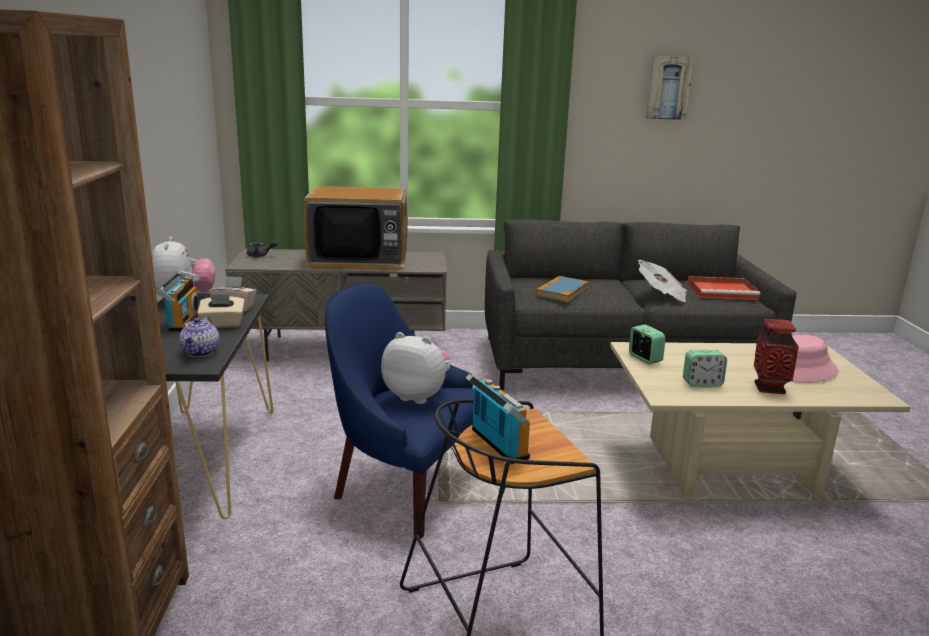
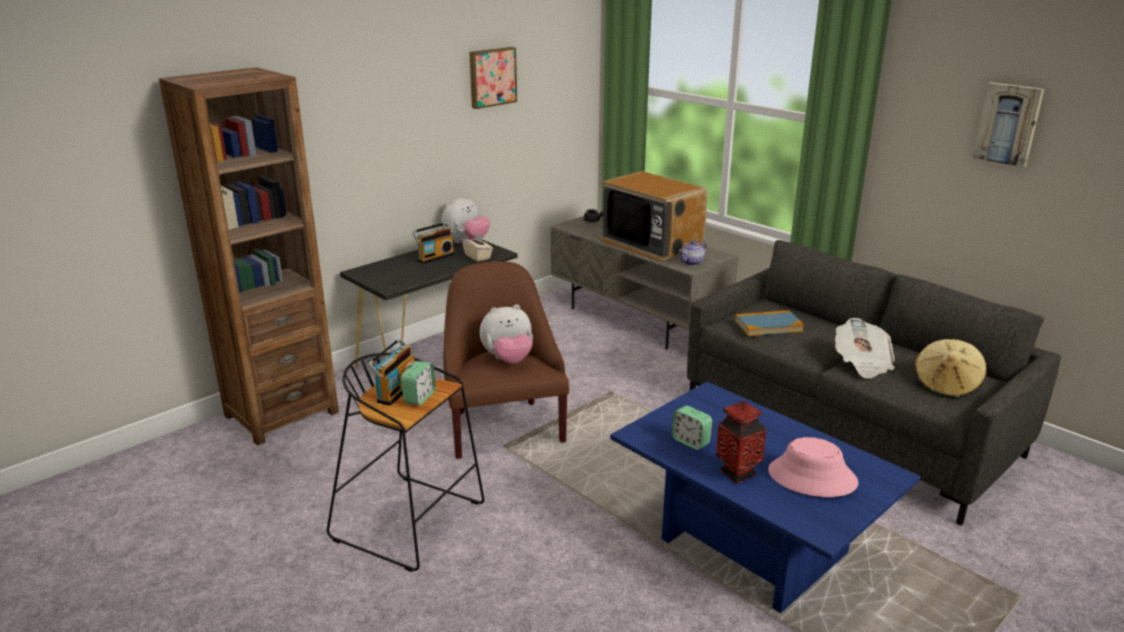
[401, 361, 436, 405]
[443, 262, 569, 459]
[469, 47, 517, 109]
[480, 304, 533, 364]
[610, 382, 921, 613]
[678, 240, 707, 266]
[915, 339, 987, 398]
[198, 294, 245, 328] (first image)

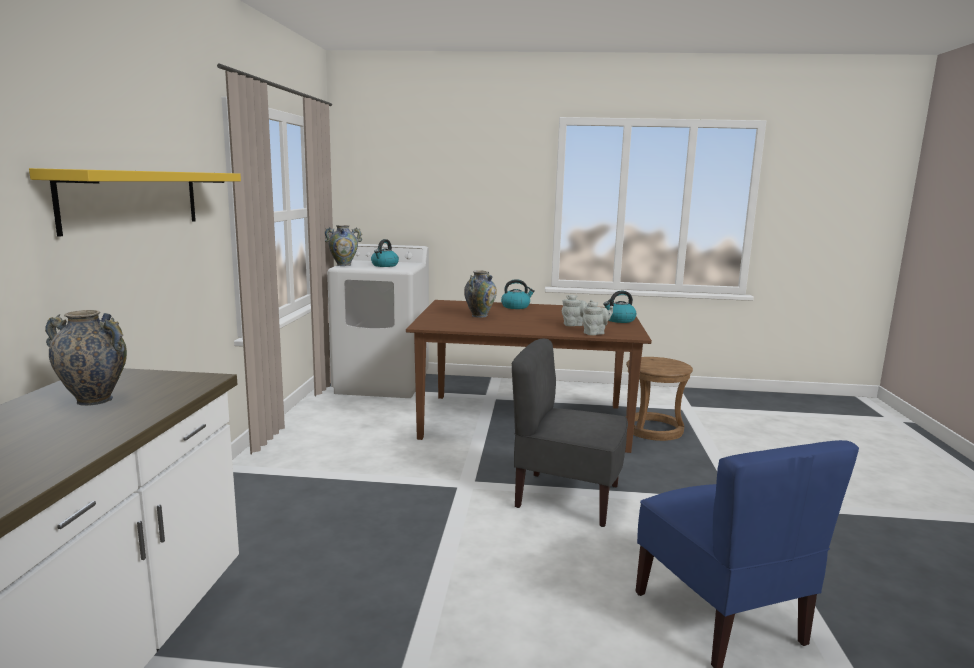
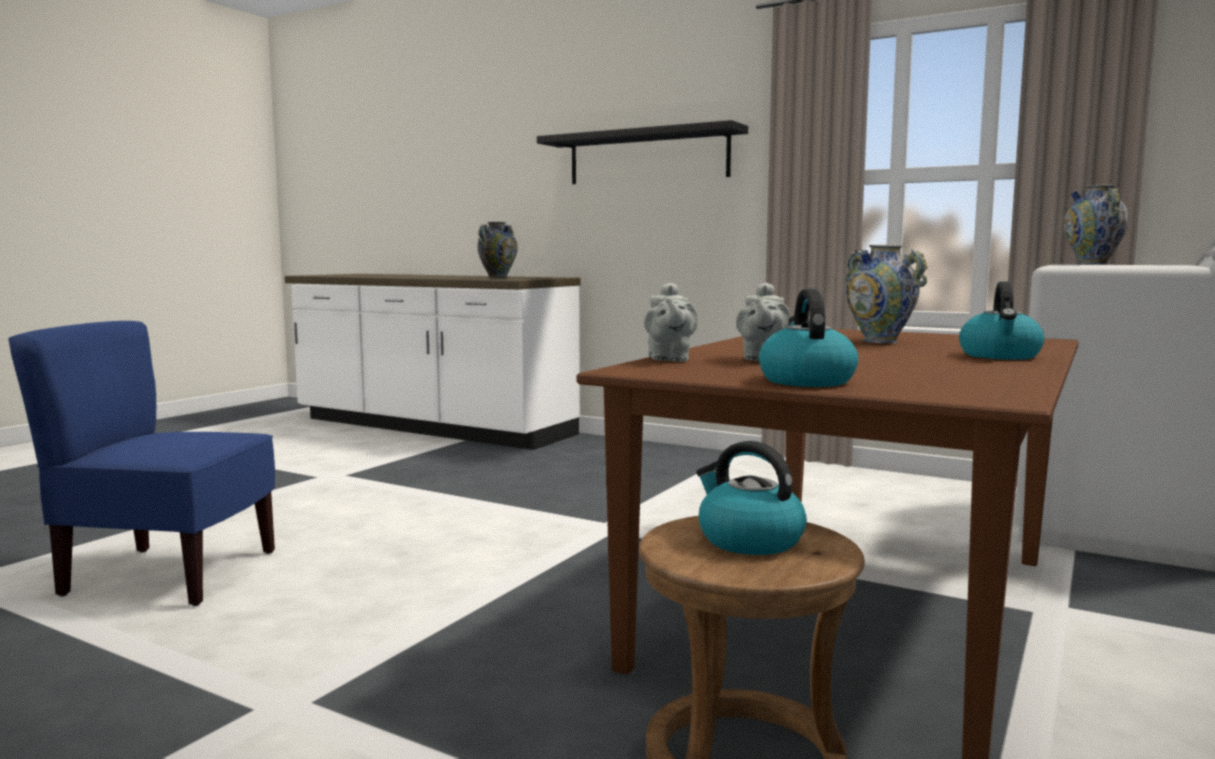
[537, 120, 748, 184]
[696, 441, 807, 555]
[512, 339, 628, 527] (first image)

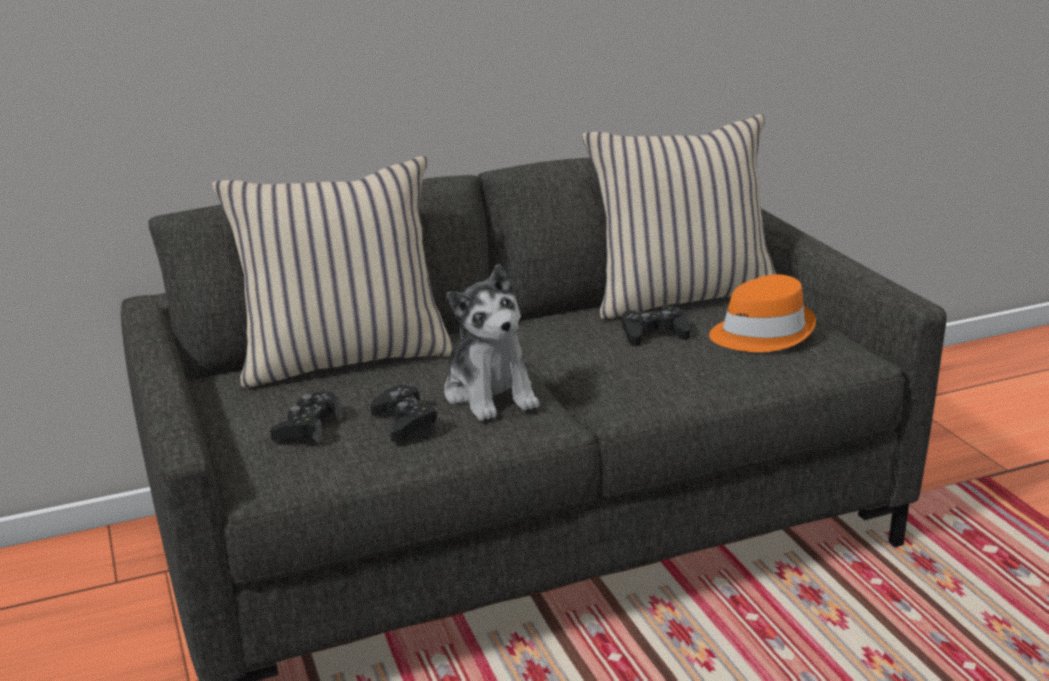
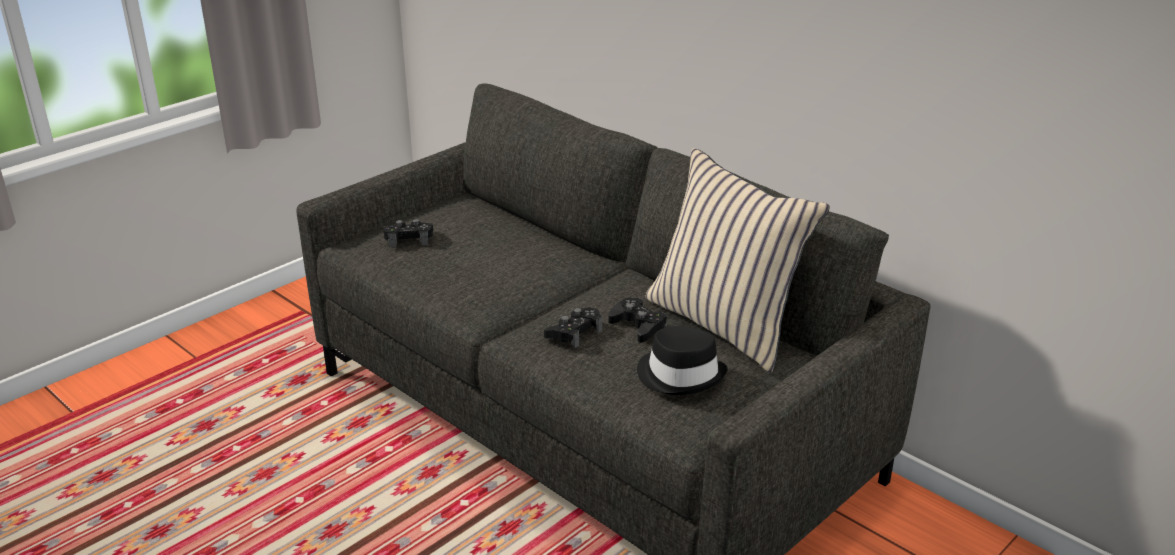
[544, 307, 603, 348]
[637, 326, 728, 395]
[212, 156, 453, 387] (first image)
[444, 264, 540, 421] (first image)

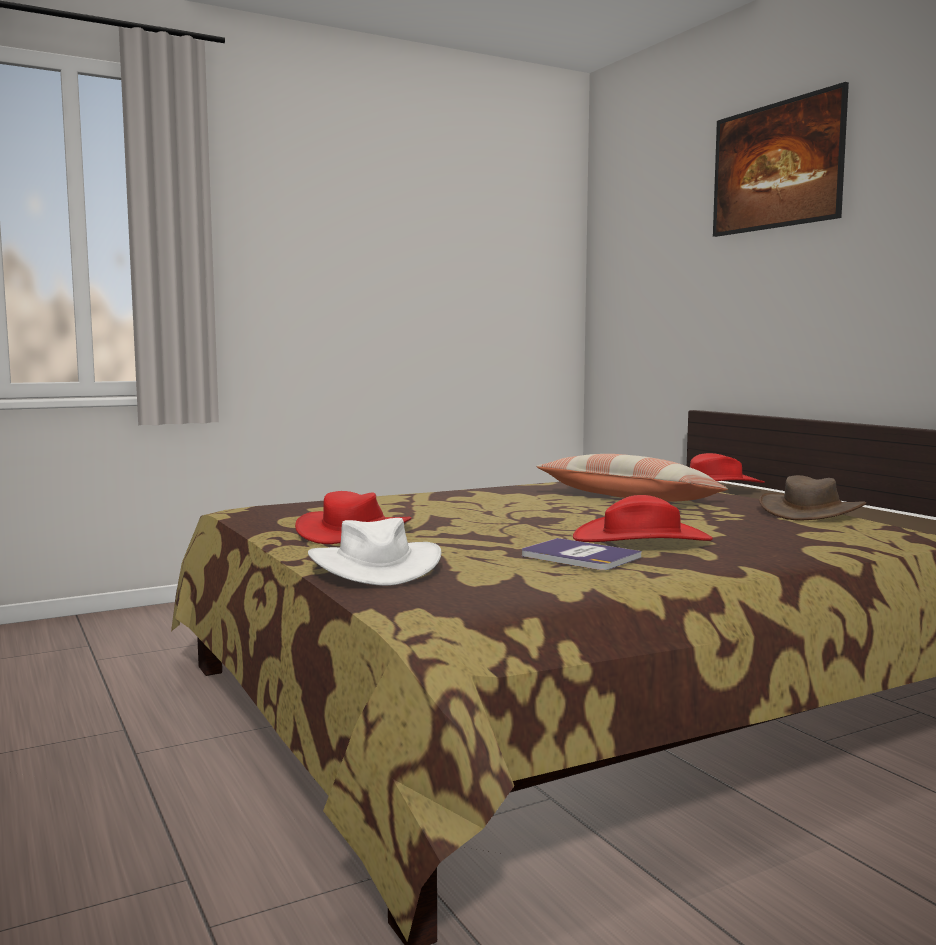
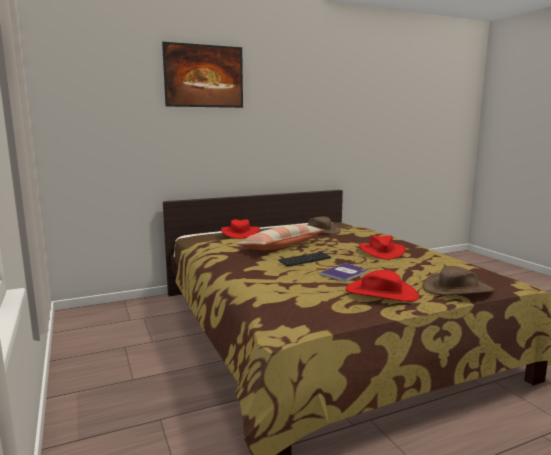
[279, 252, 331, 267]
[320, 263, 368, 281]
[422, 266, 495, 295]

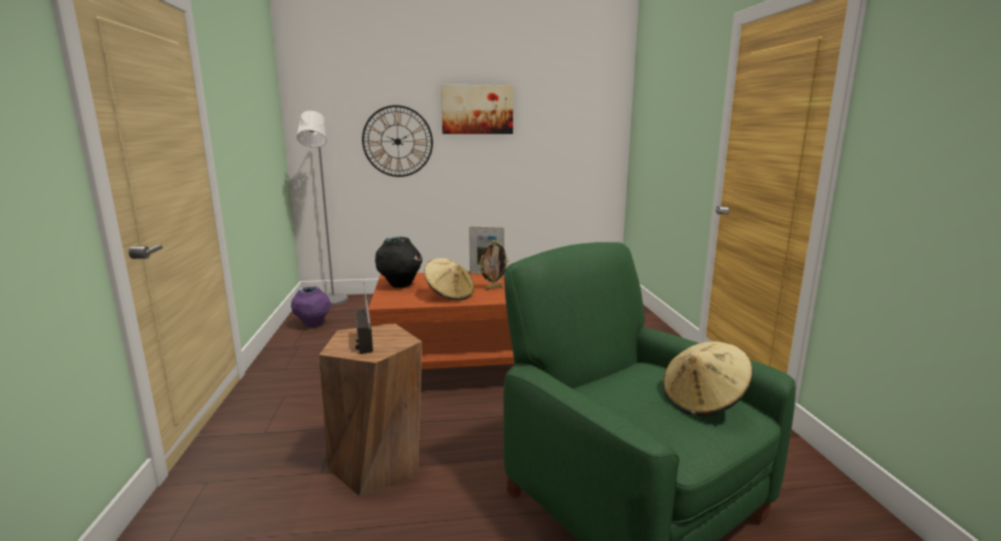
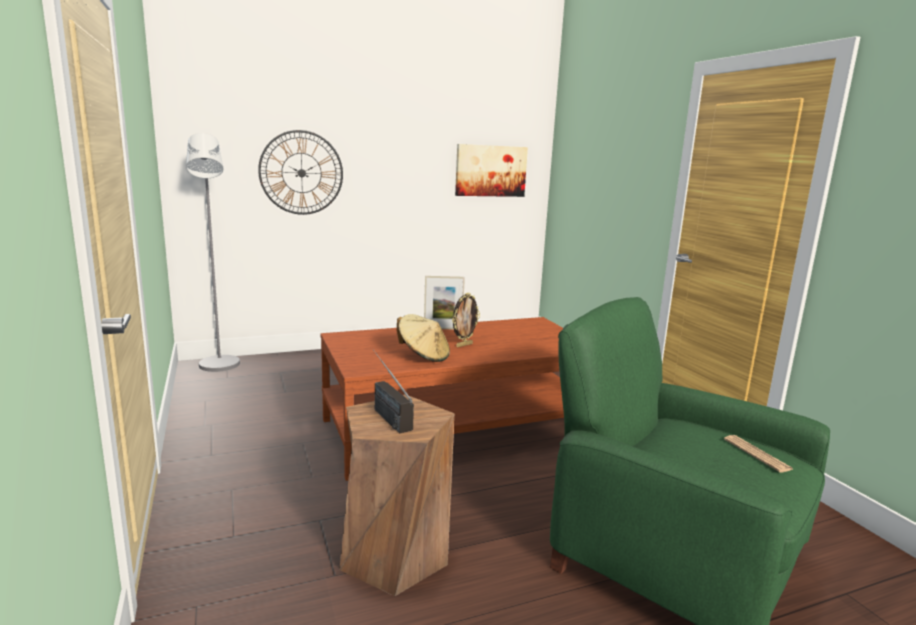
[455, 144, 528, 197]
[724, 435, 794, 473]
[291, 286, 331, 327] (first image)
[375, 236, 422, 288] (first image)

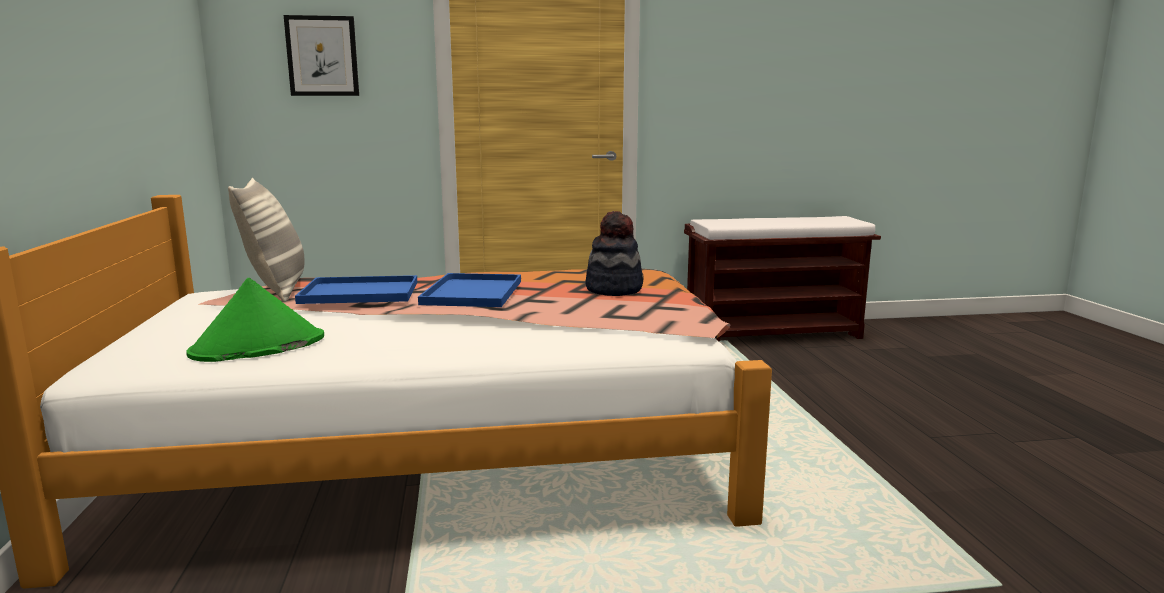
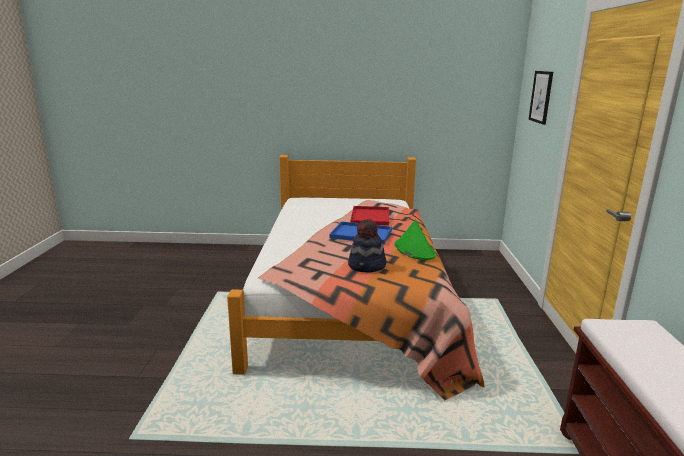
[350, 206, 389, 226]
[394, 219, 436, 260]
[228, 178, 304, 302] (first image)

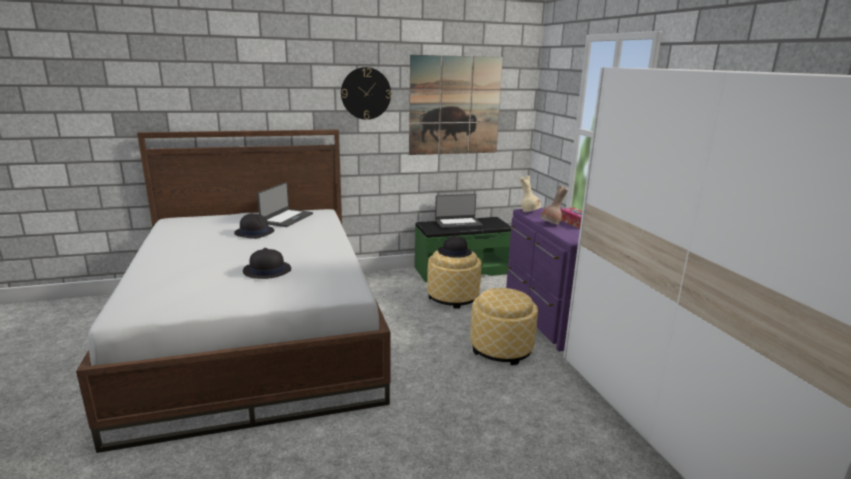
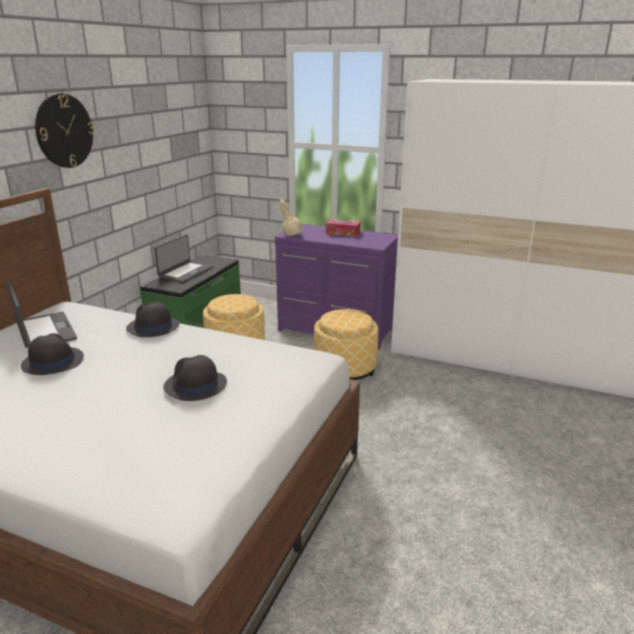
[126, 302, 179, 337]
[409, 55, 503, 155] (first image)
[540, 186, 568, 225] (first image)

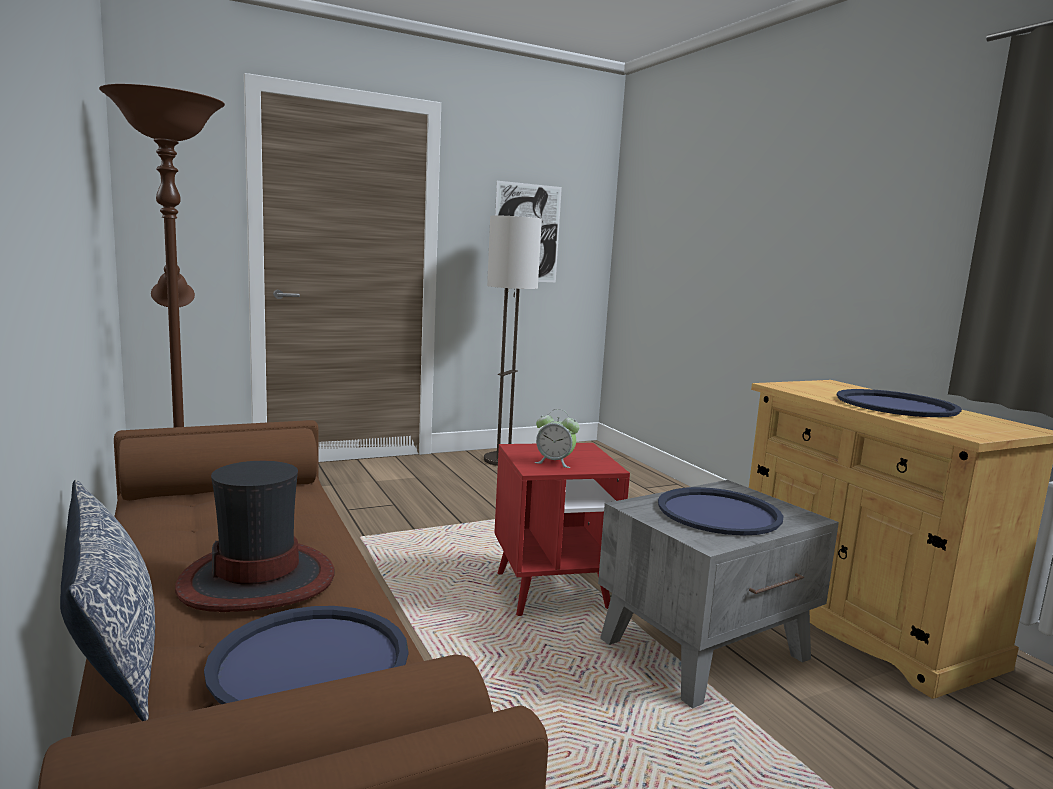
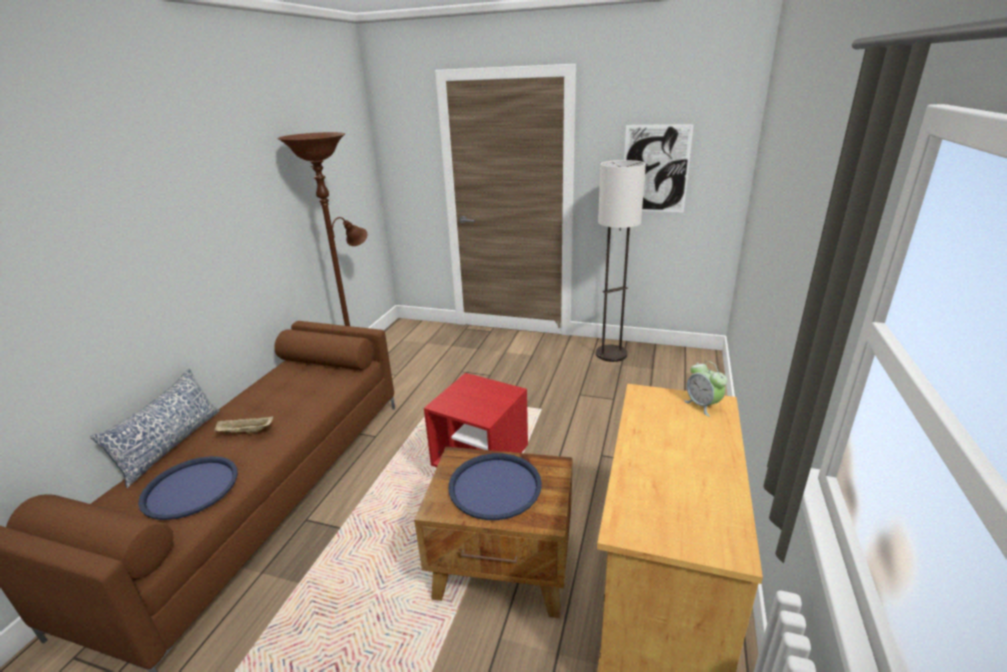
[214, 416, 273, 434]
[414, 447, 573, 618]
[684, 361, 727, 417]
[837, 389, 962, 417] (first image)

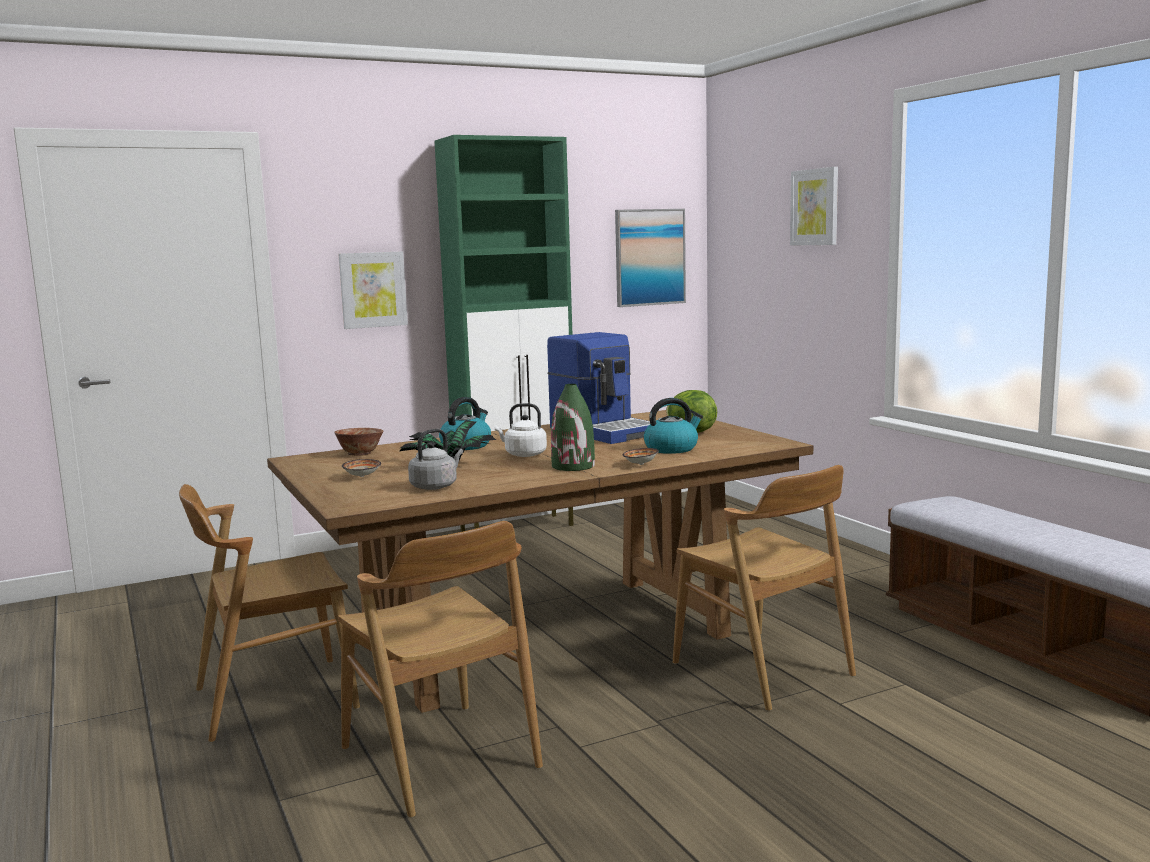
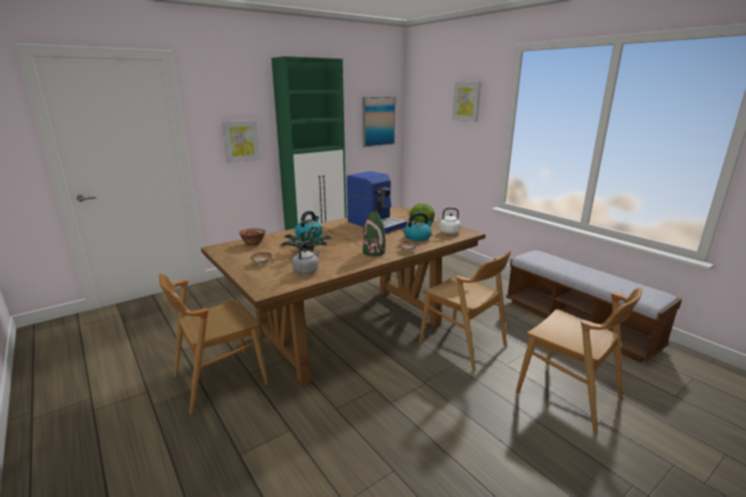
[434, 208, 461, 234]
[516, 288, 642, 434]

